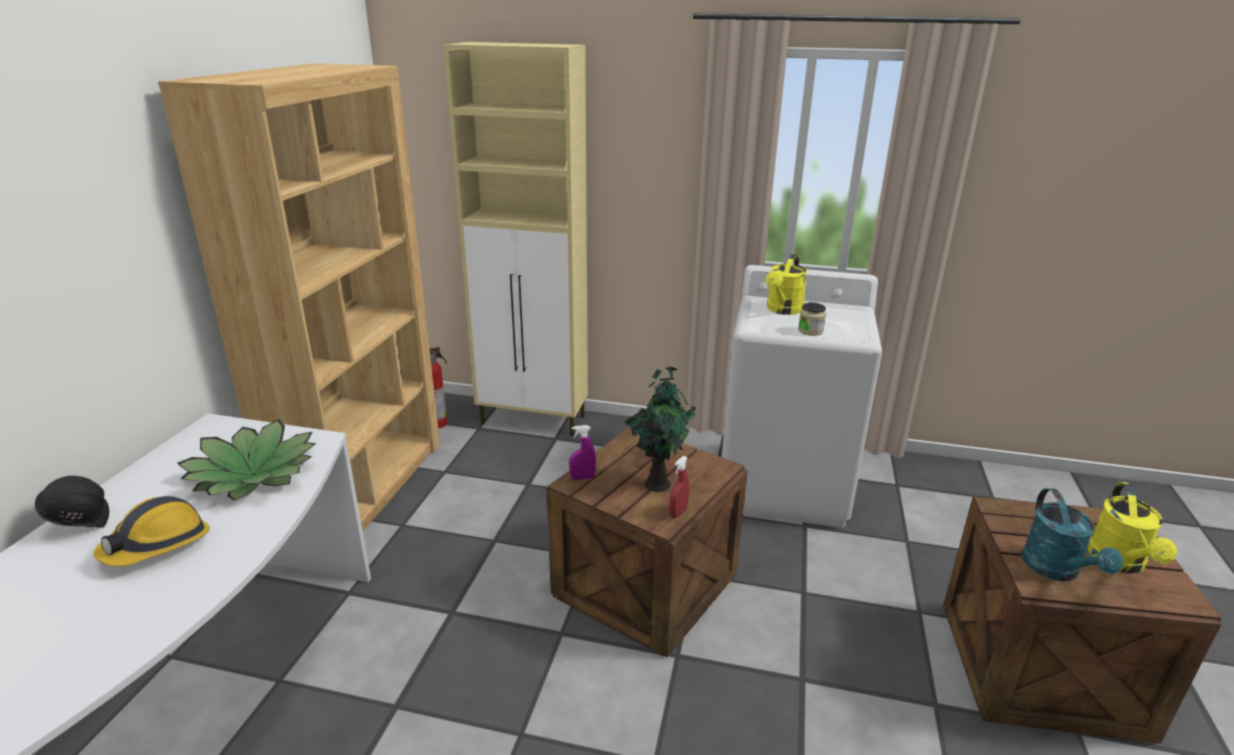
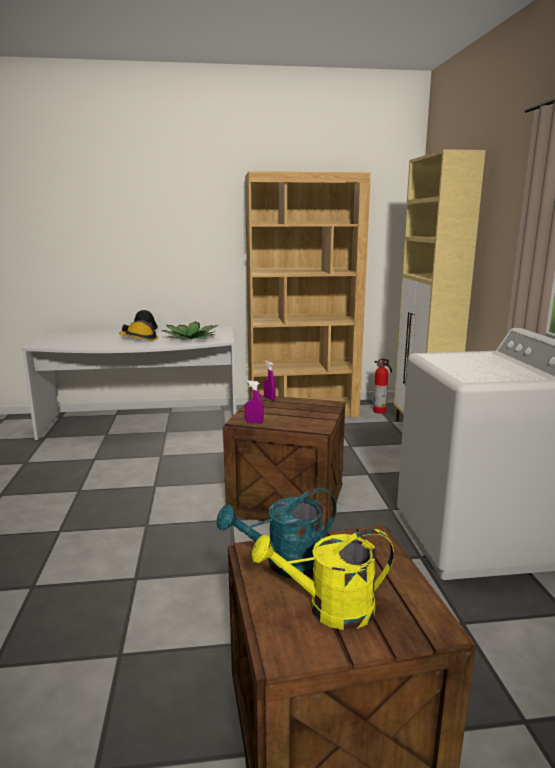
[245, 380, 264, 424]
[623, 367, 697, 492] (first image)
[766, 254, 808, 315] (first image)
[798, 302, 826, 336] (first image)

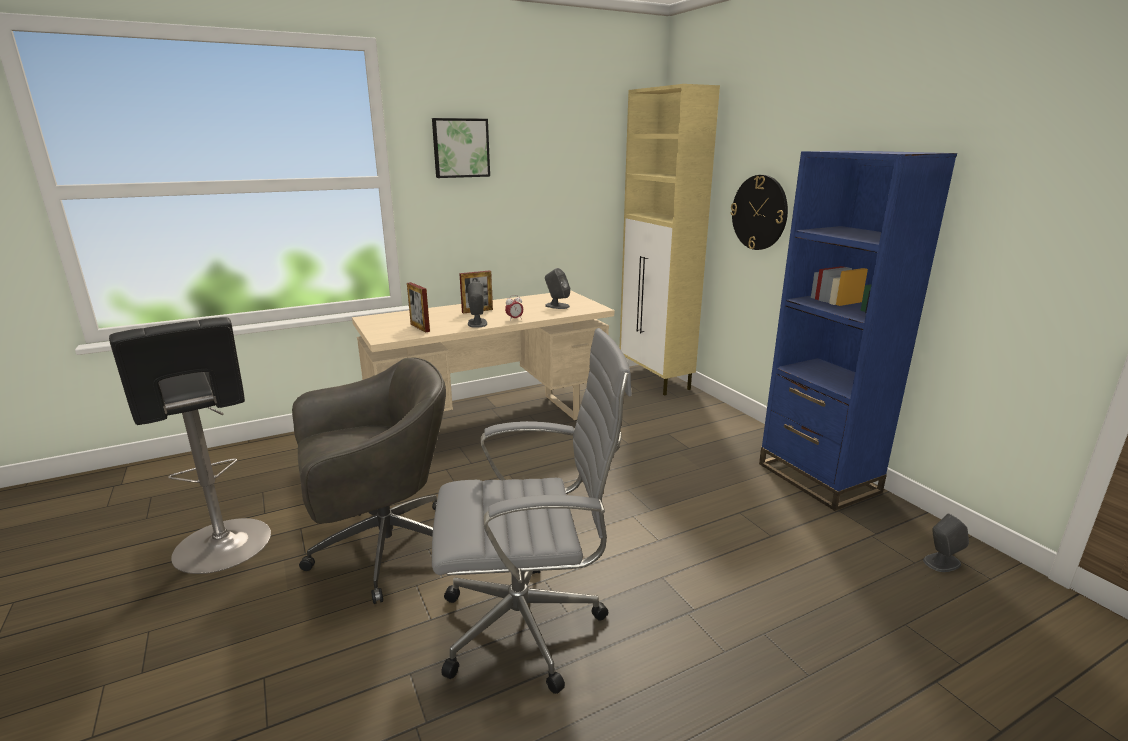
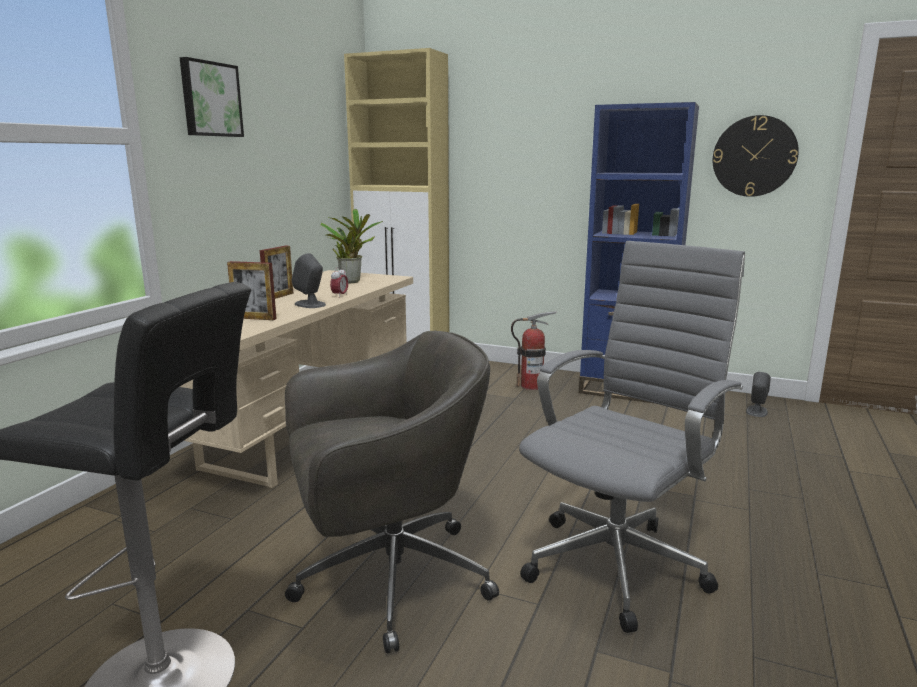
[285, 331, 499, 653]
[320, 209, 383, 283]
[511, 311, 557, 390]
[713, 115, 799, 197]

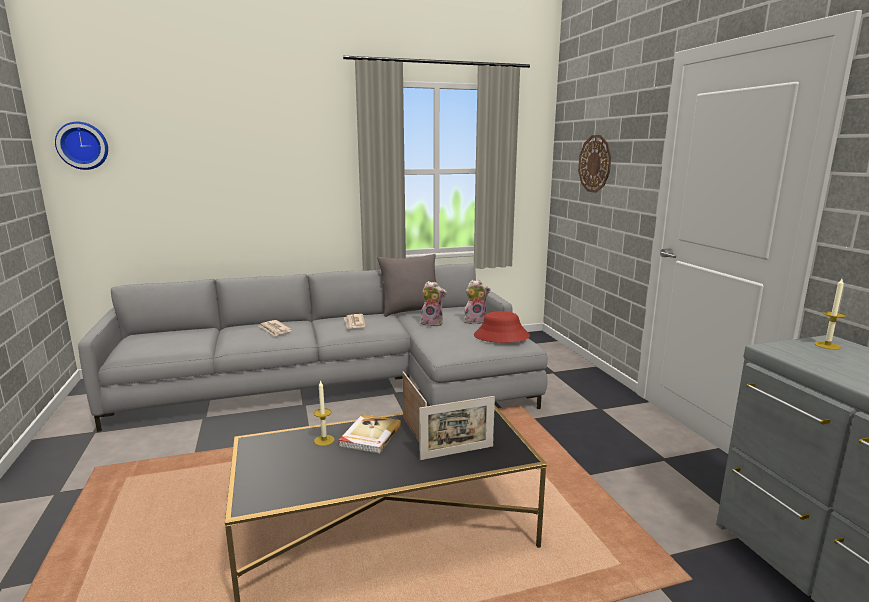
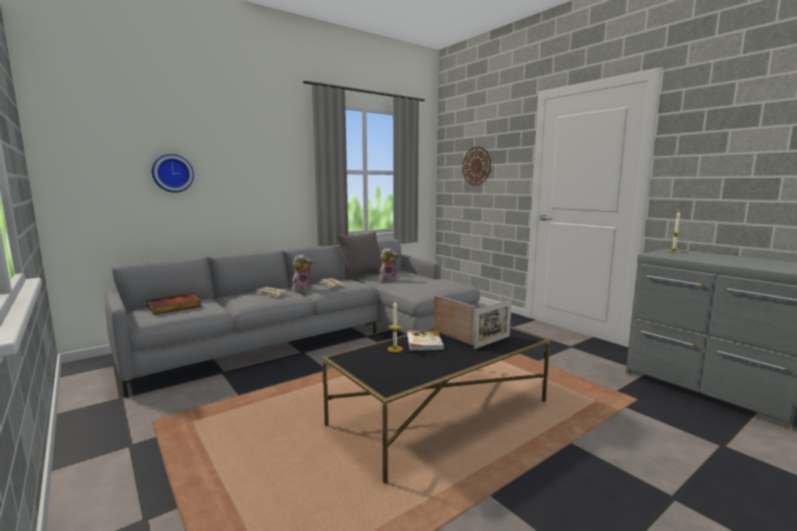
[146, 293, 202, 315]
[152, 154, 194, 193]
[293, 254, 313, 291]
[474, 311, 530, 343] (first image)

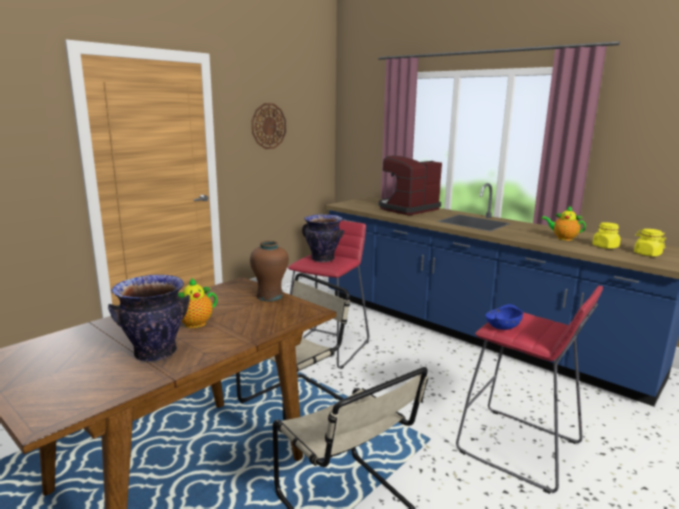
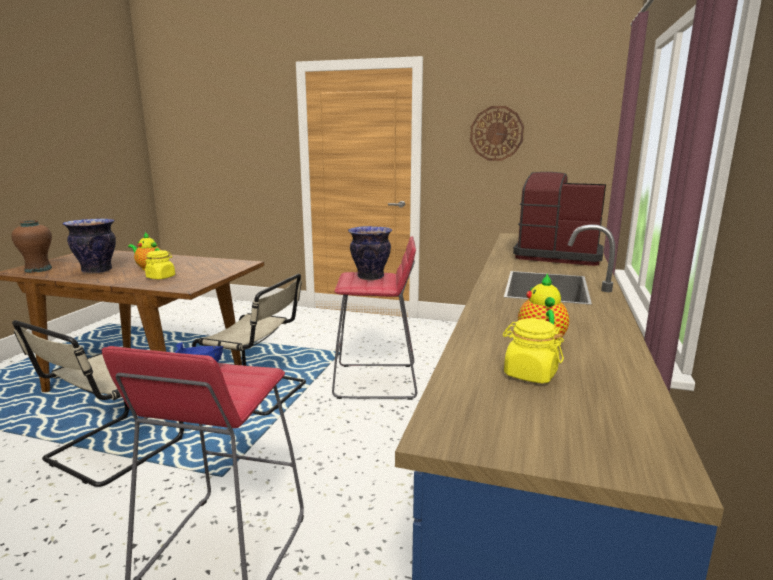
[11, 220, 52, 273]
[145, 250, 175, 279]

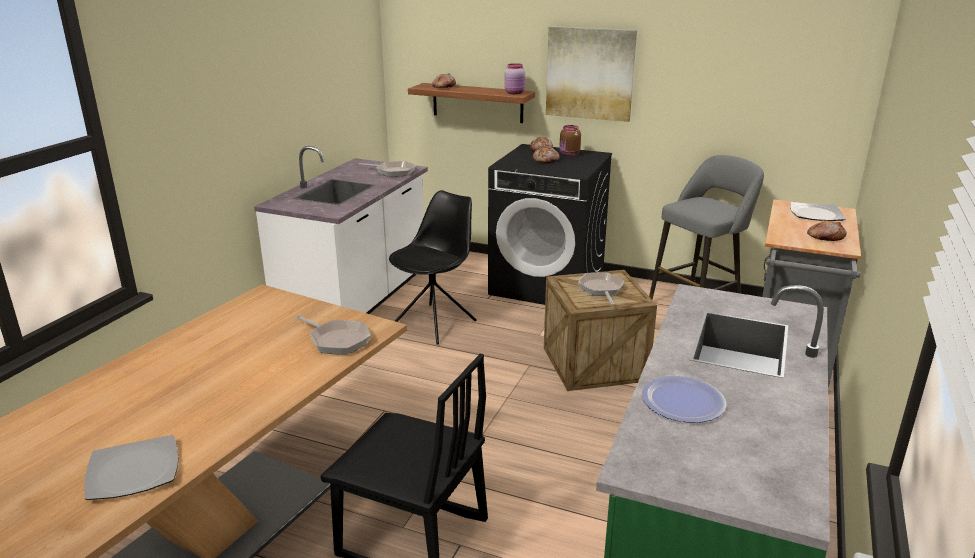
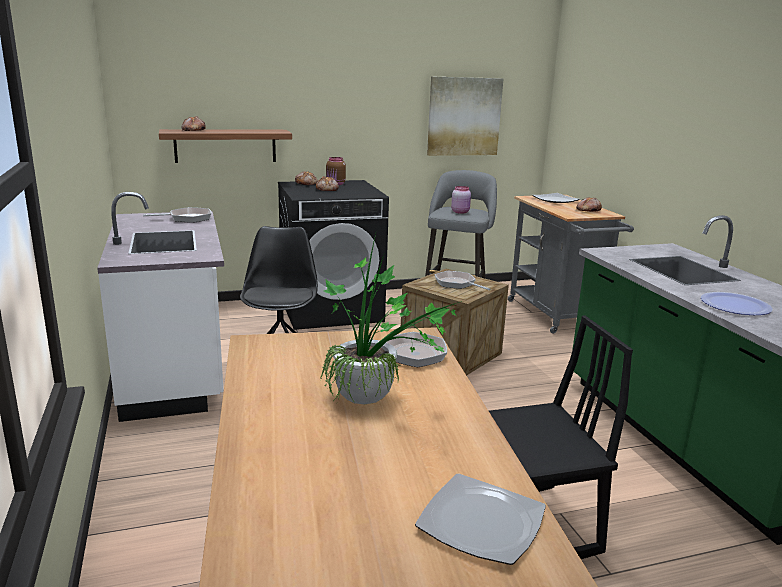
[320, 234, 462, 405]
[427, 76, 503, 156]
[451, 186, 471, 214]

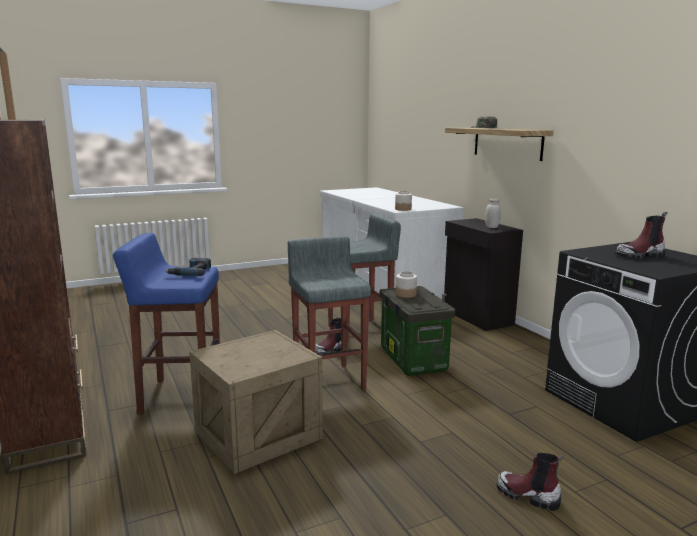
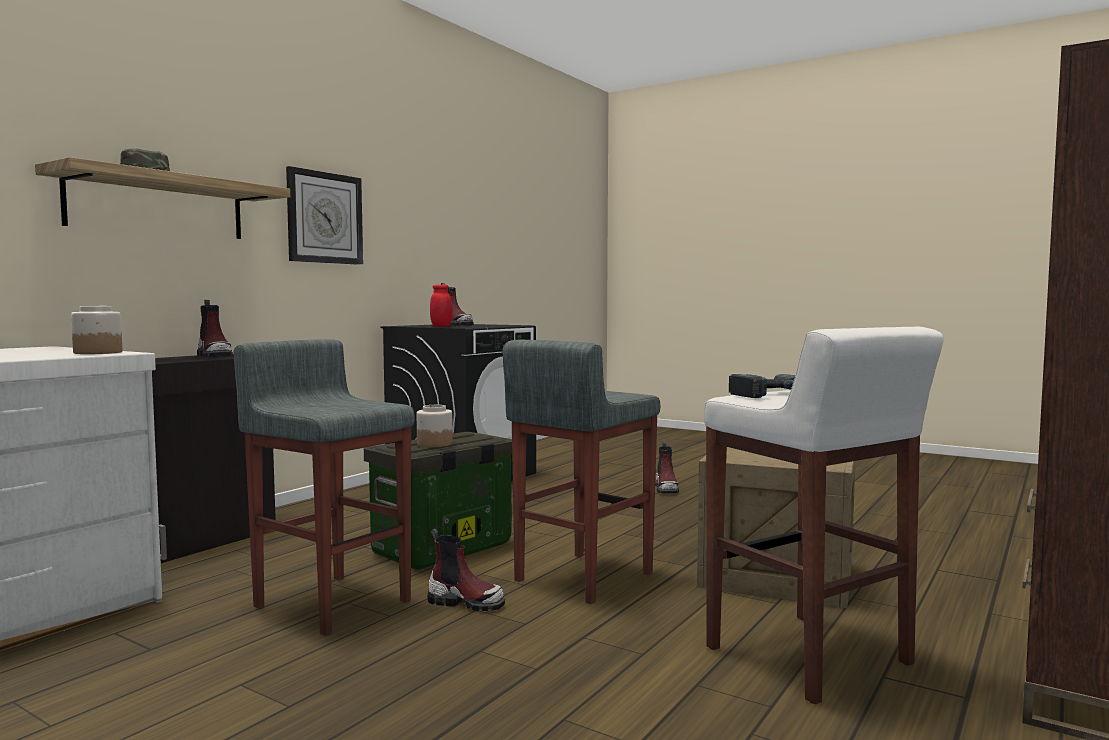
[197, 300, 233, 357]
[286, 166, 363, 265]
[430, 285, 452, 327]
[704, 327, 944, 704]

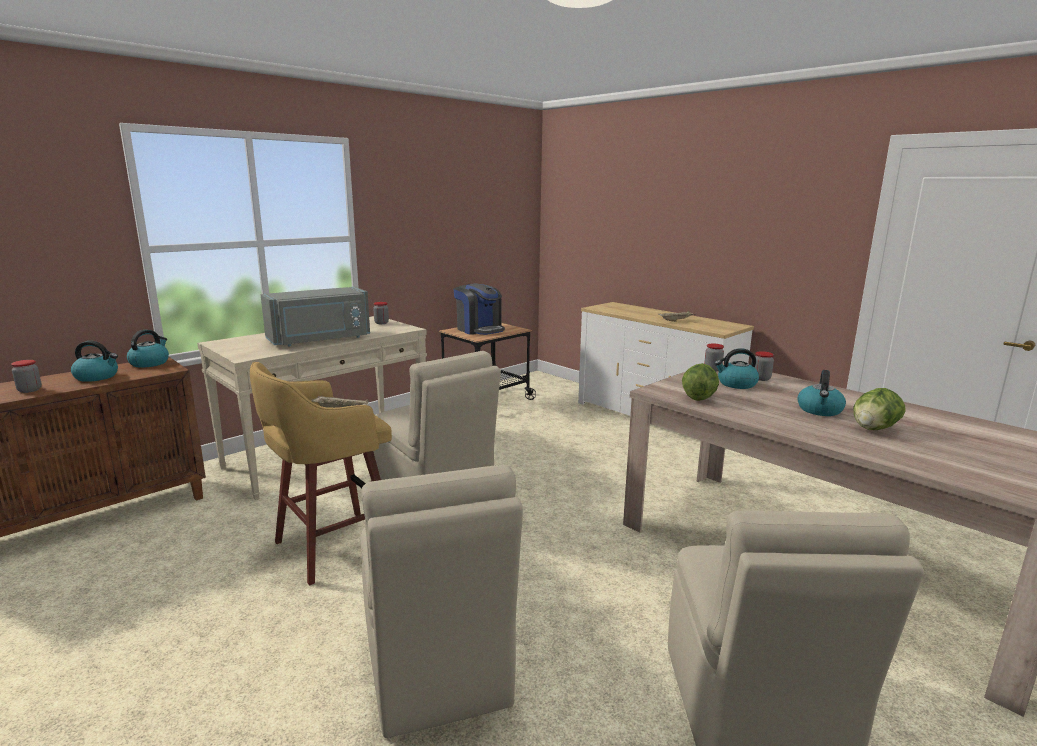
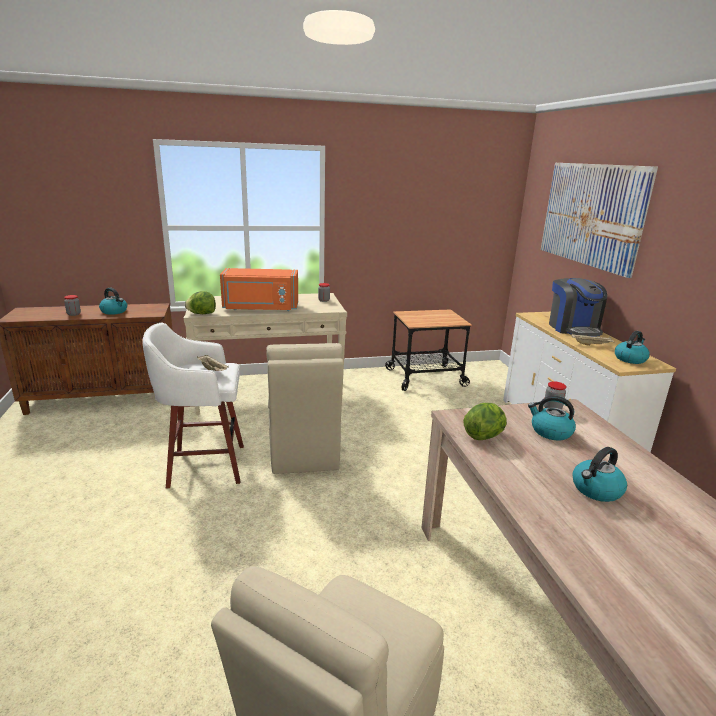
[143, 323, 244, 489]
[185, 291, 216, 314]
[220, 268, 298, 311]
[541, 163, 658, 278]
[549, 278, 607, 337]
[615, 331, 650, 364]
[360, 465, 523, 738] (first image)
[754, 351, 774, 381] (first image)

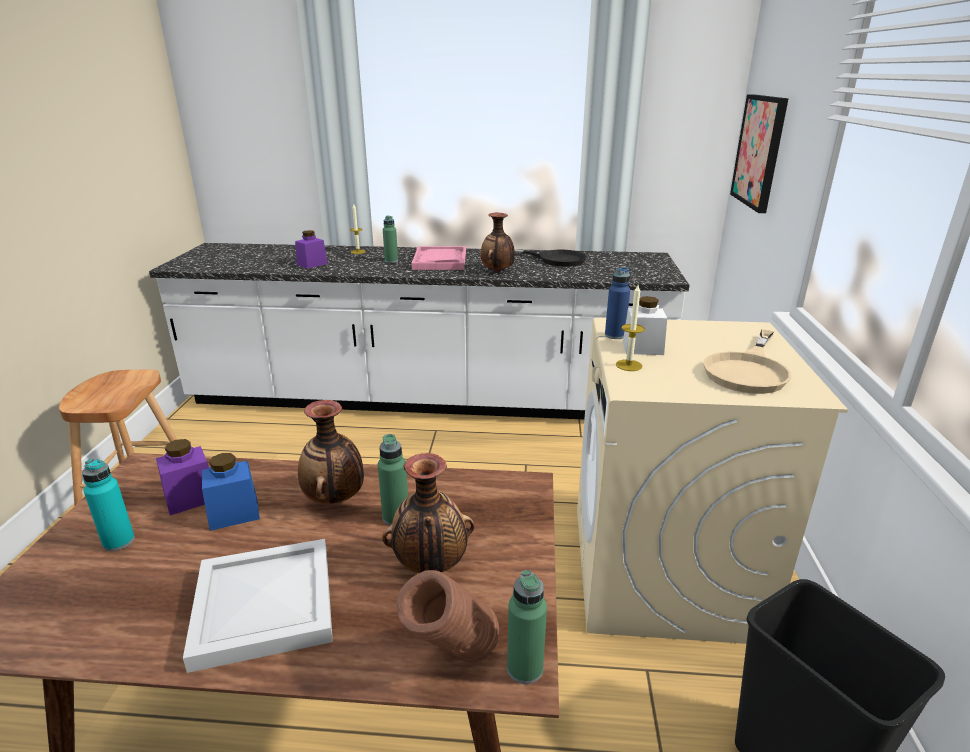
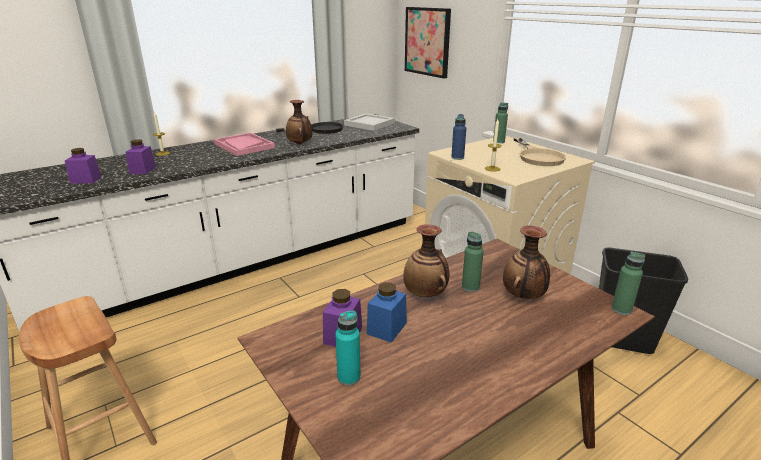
[65, 148, 101, 184]
[344, 113, 395, 131]
[493, 102, 508, 143]
[397, 570, 499, 662] (first image)
[623, 296, 667, 355] (first image)

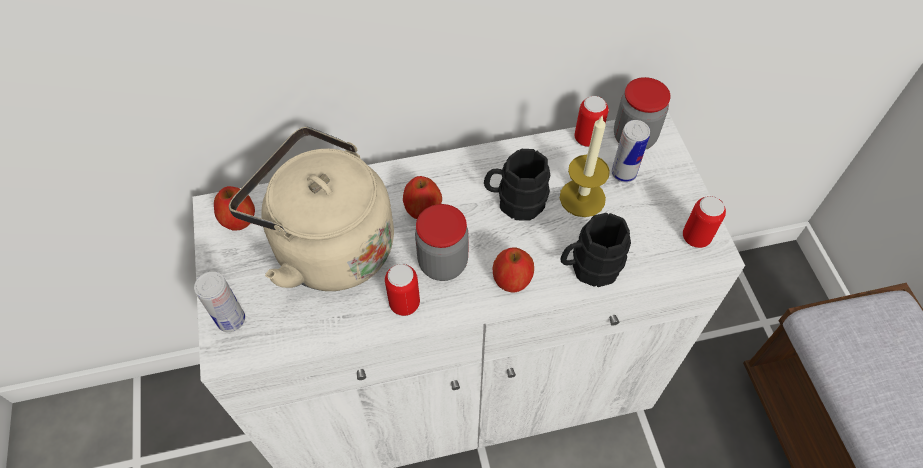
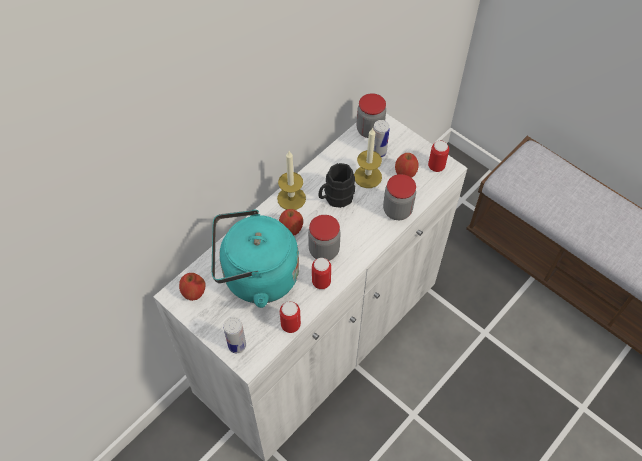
[212, 210, 299, 308]
[277, 151, 306, 210]
[280, 302, 301, 333]
[383, 174, 416, 220]
[395, 153, 419, 178]

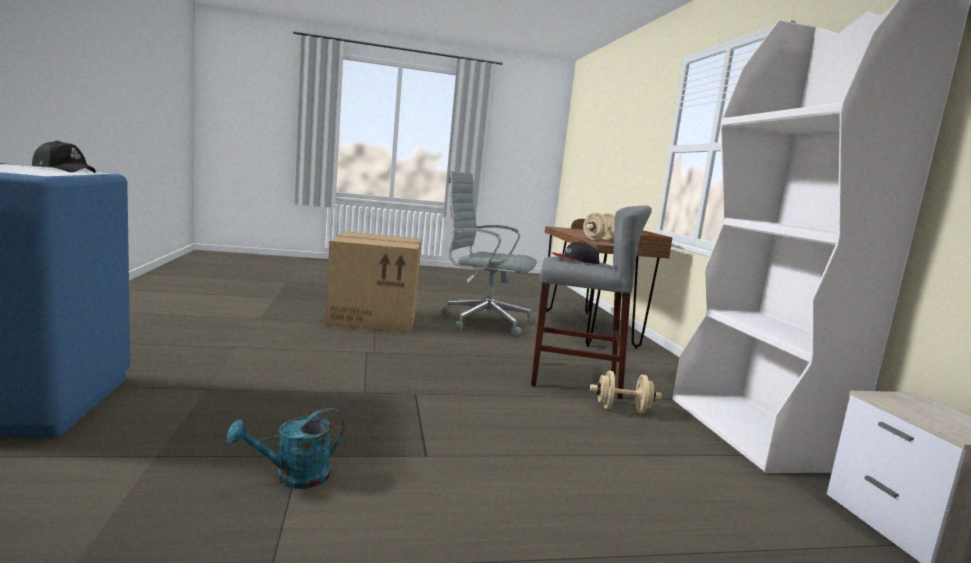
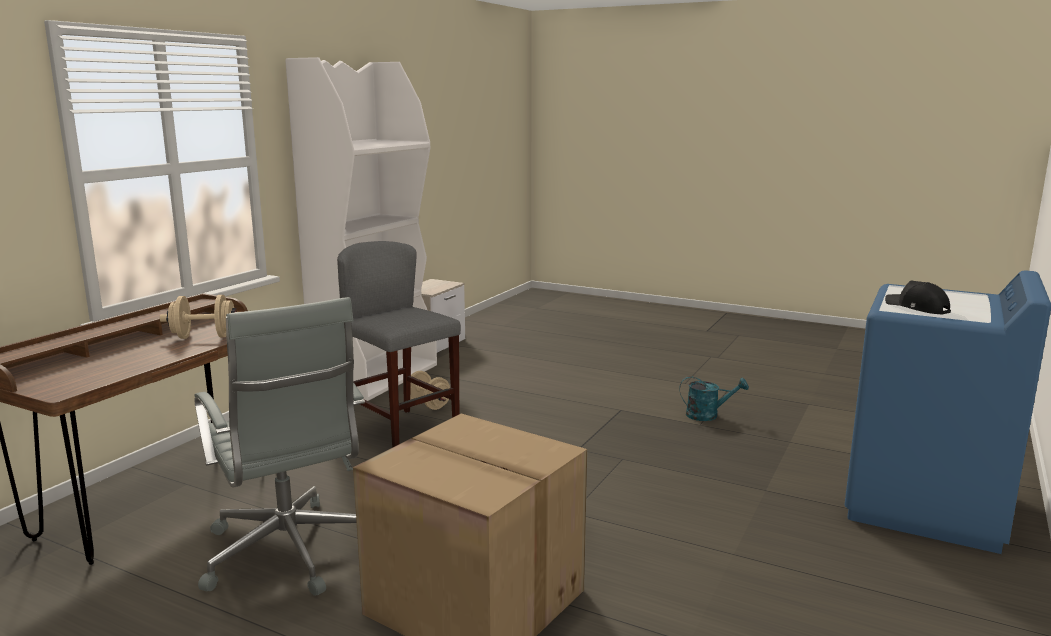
[552, 242, 600, 264] (first image)

